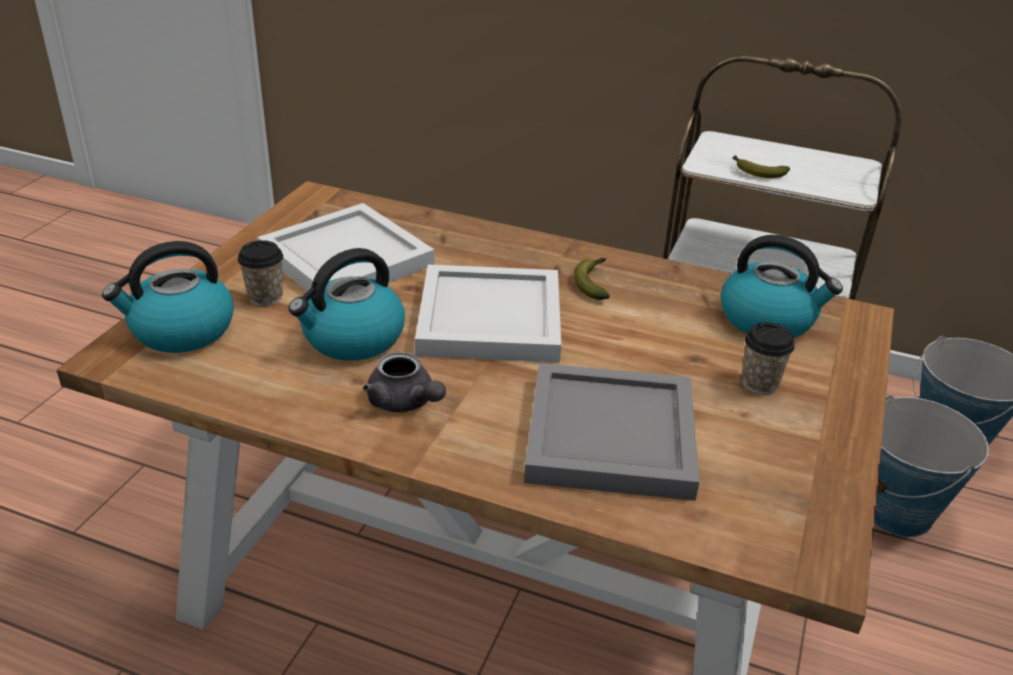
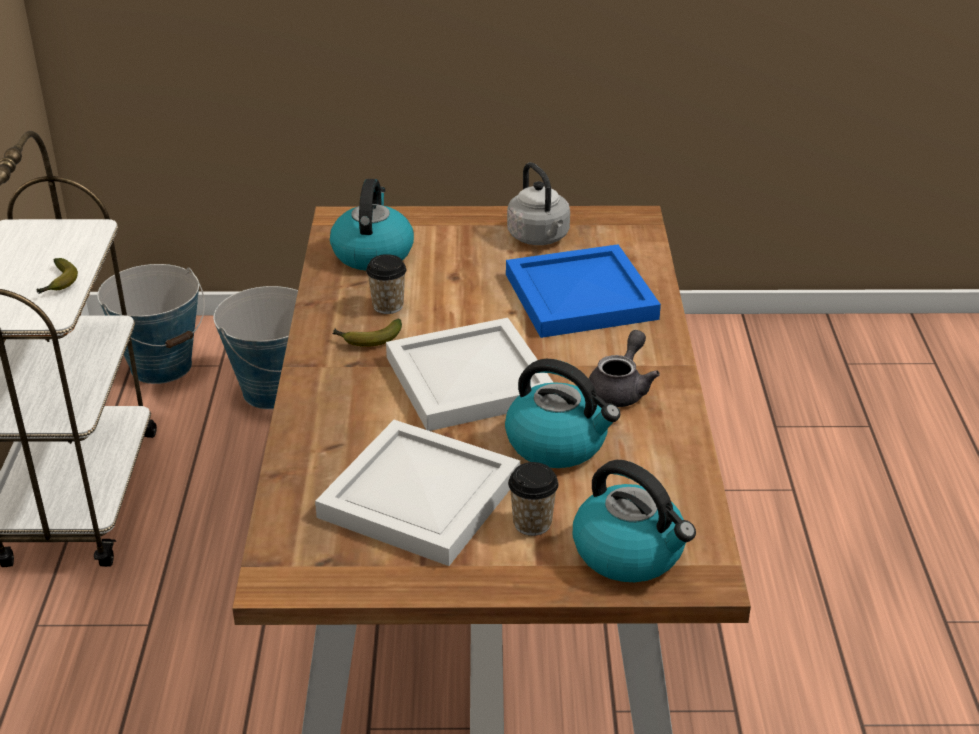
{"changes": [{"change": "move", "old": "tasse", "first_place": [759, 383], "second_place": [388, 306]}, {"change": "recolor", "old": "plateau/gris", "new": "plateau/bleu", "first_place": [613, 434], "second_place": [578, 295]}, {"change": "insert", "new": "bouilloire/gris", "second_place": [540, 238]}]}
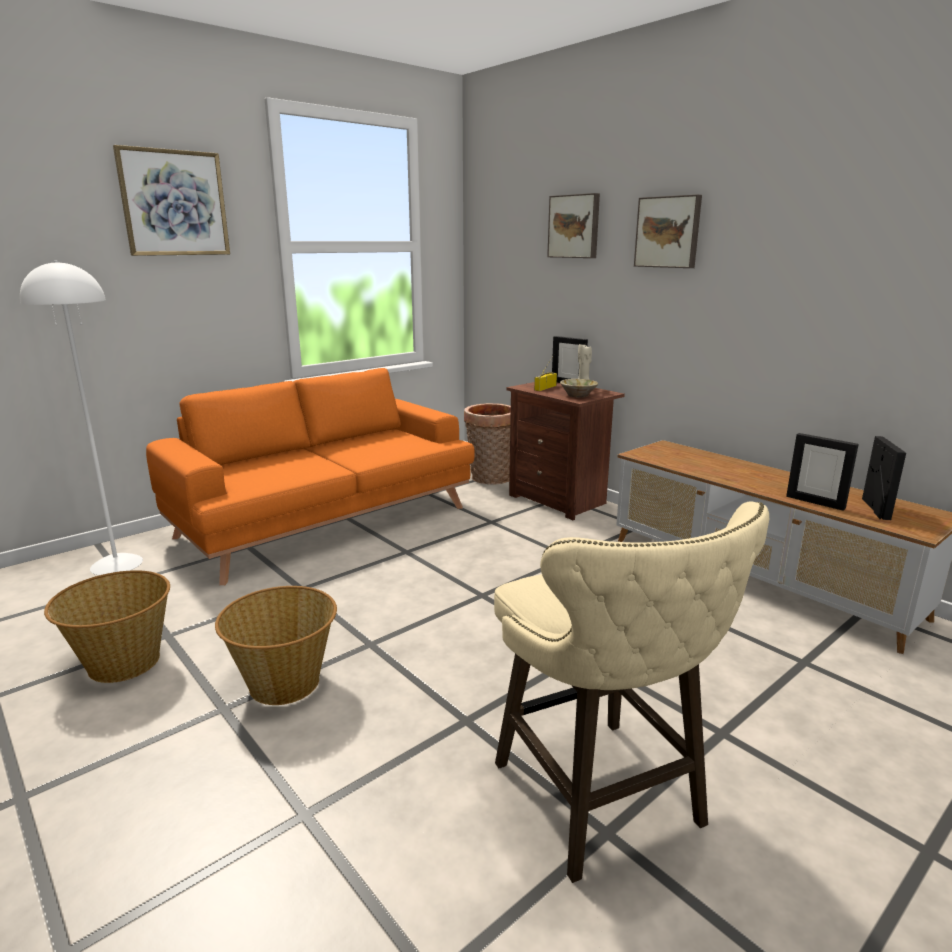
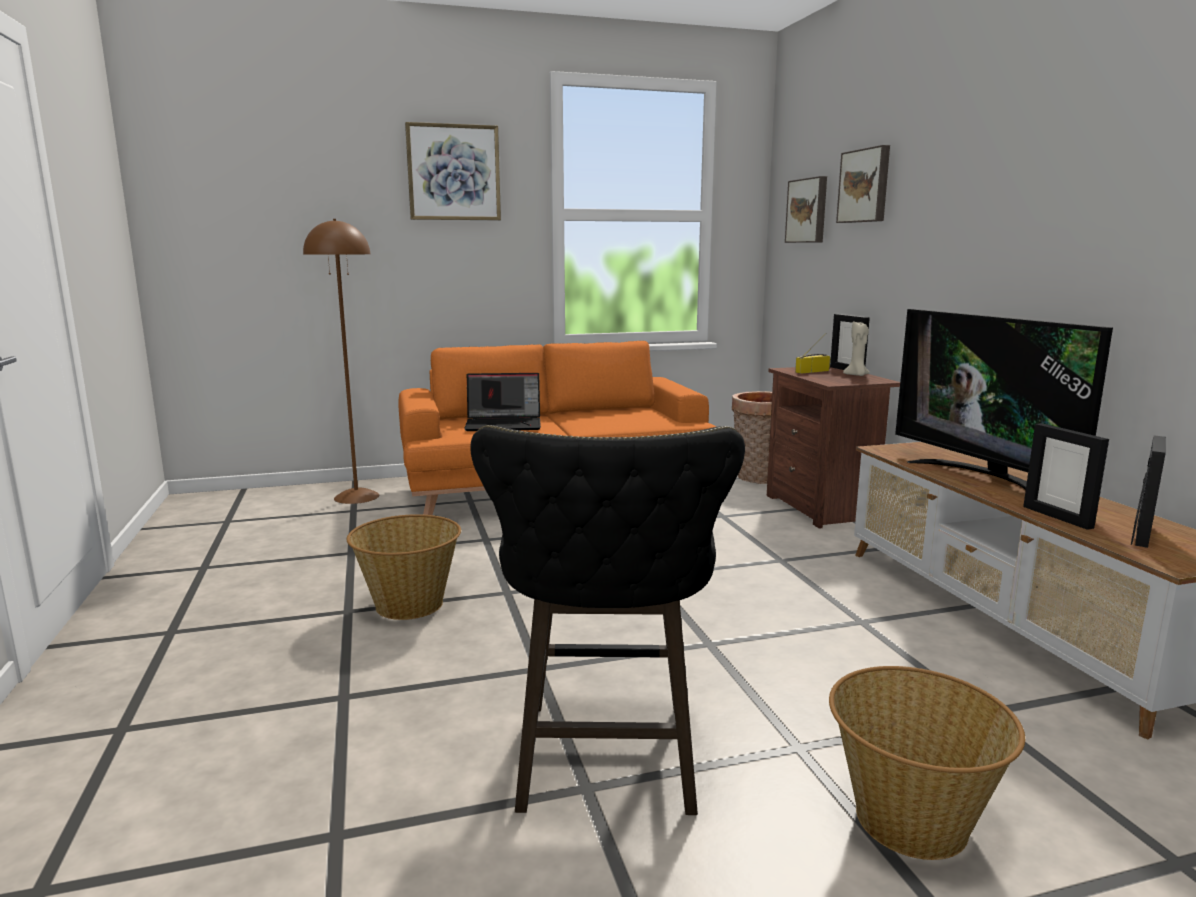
{"changes": [{"change": "recolor", "old": "lampadaire/blanc", "new": "lampadaire/marron", "first_place": [117, 564], "second_place": [357, 496]}, {"change": "insert", "new": "ordinateur portable", "second_place": [504, 424]}, {"change": "recolor", "old": "tabouret/beige", "new": "tabouret/noir", "first_place": [601, 800], "second_place": [606, 763]}, {"change": "move", "old": "tableau", "first_place": [668, 232], "second_place": [808, 211]}, {"change": "move", "old": "panier", "first_place": [123, 663], "second_place": [910, 821]}, {"change": "insert", "new": "téléviseur", "second_place": [984, 478]}, {"change": "delete", "old": "bol/beige", "first_place": [578, 395]}]}
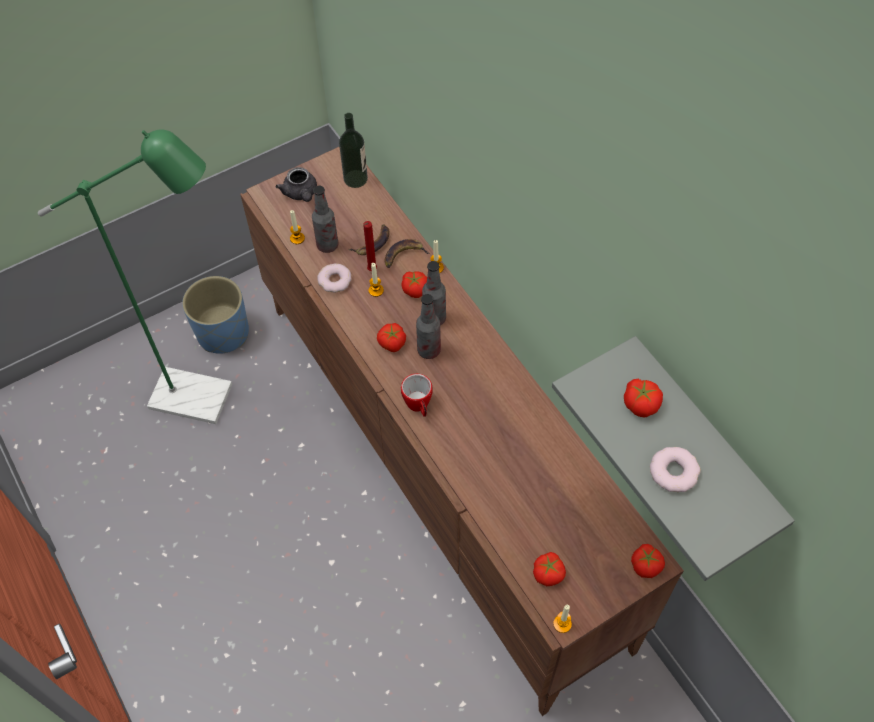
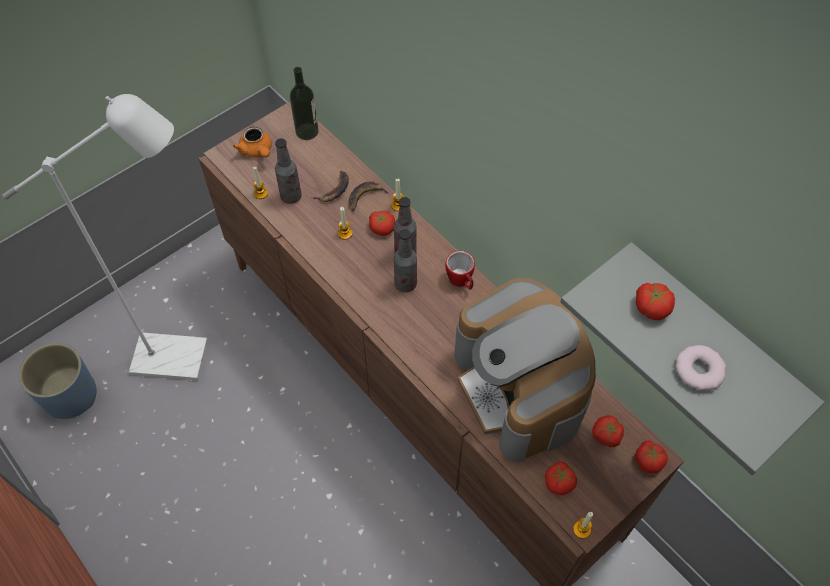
{"changes": [{"change": "recolor", "old": "lampadaire/vert", "new": "lampadaire/blanc", "first_place": [205, 399], "second_place": [184, 358]}, {"change": "move", "old": "cache-pot/bleu", "first_place": [223, 333], "second_place": [71, 395]}, {"change": "recolor", "old": "théière/gris", "new": "théière/orange", "first_place": [301, 194], "second_place": [257, 151]}, {"change": "move", "old": "mug", "first_place": [419, 406], "second_place": [461, 281]}, {"change": "insert", "new": "machine à café", "second_place": [520, 389]}, {"change": "move", "old": "tomate", "first_place": [392, 343], "second_place": [606, 435]}, {"change": "delete", "old": "beignet", "first_place": [335, 280]}, {"change": "delete", "old": "bougie/rouge", "first_place": [371, 271]}]}
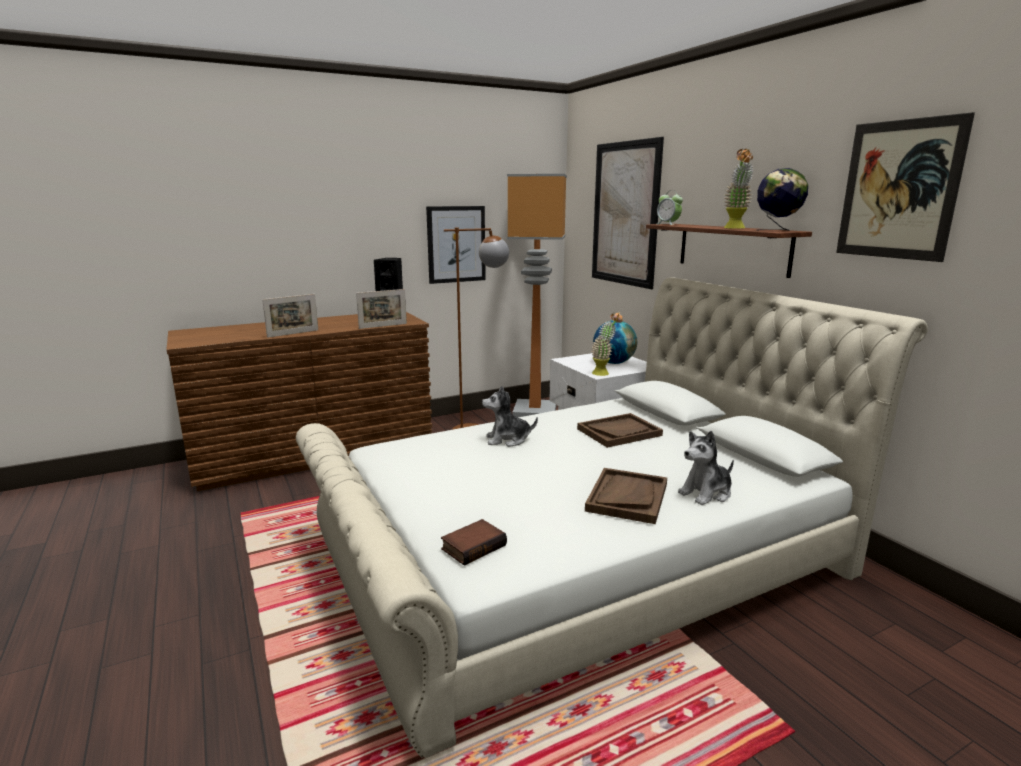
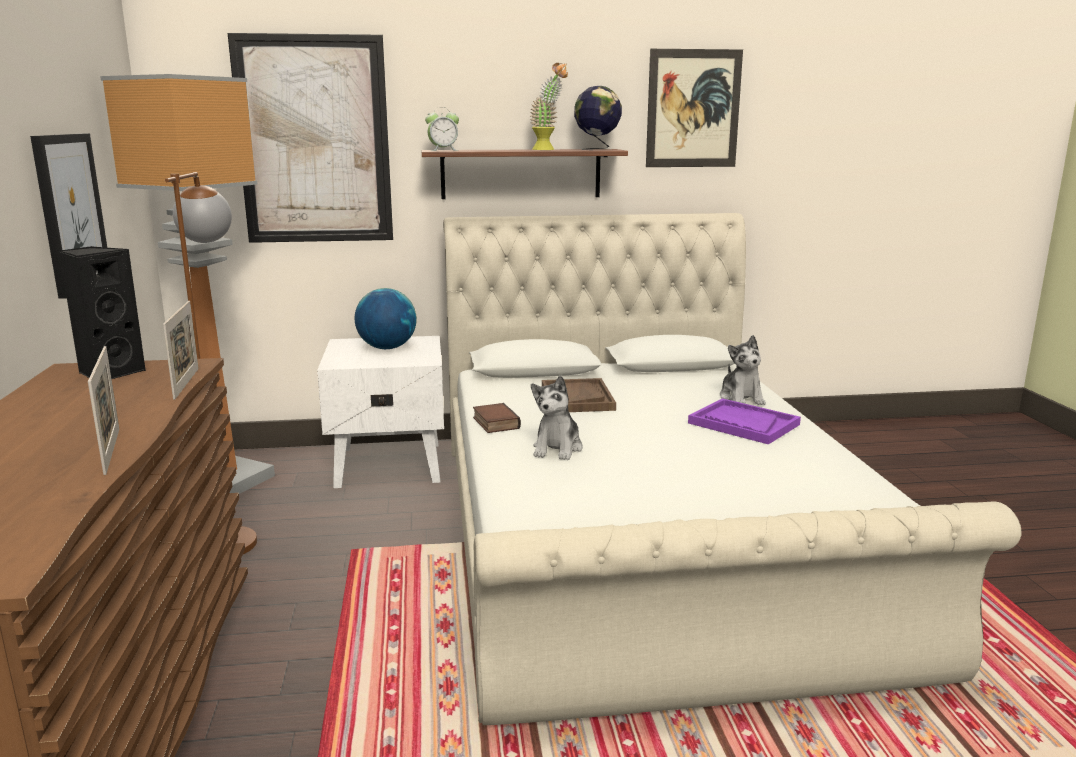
{"changes": [{"change": "move", "old": "livre", "first_place": [473, 546], "second_place": [494, 423]}, {"change": "recolor", "old": "plateau/marron", "new": "plateau/violet", "first_place": [627, 497], "second_place": [743, 424]}, {"change": "delete", "old": "plante en pot", "first_place": [604, 373]}]}
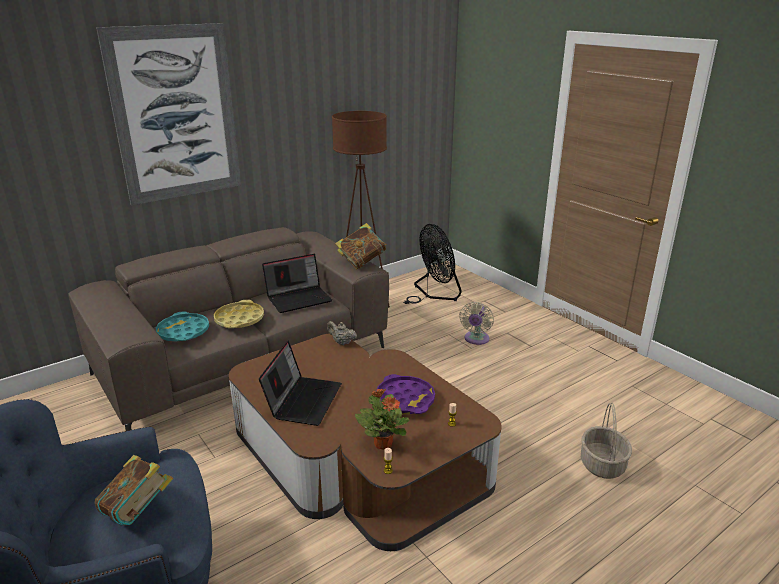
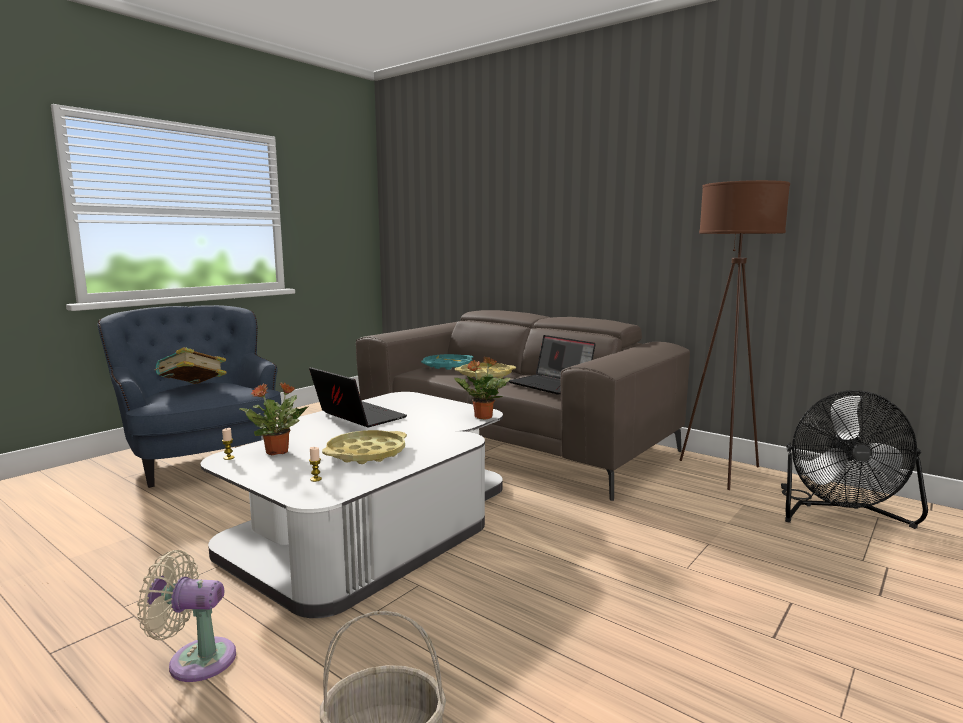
{"changes": [{"change": "move", "old": "ventilateur/beige", "first_place": [476, 339], "second_place": [196, 659]}, {"change": "recolor", "old": "table basse/marron", "new": "table basse/blanc", "first_place": [357, 453], "second_place": [374, 515]}, {"change": "rotate", "old": "ordinateur portable", "first_place": [303, 400], "second_place": [357, 417], "degrees": -135}, {"change": "recolor", "old": "plateau/violet", "new": "plateau/jaune", "first_place": [405, 400], "second_place": [366, 453]}, {"change": "replace", "old": "théière/beige", "new": "plante en pot", "first_place": [341, 342], "second_place": [482, 417]}, {"change": "rotate", "old": "ventilateur/noir", "first_place": [430, 291], "second_place": [834, 513], "degrees": 45}, {"change": "delete", "old": "tableau", "first_place": [176, 114]}, {"change": "delete", "old": "livre", "first_place": [362, 262]}]}
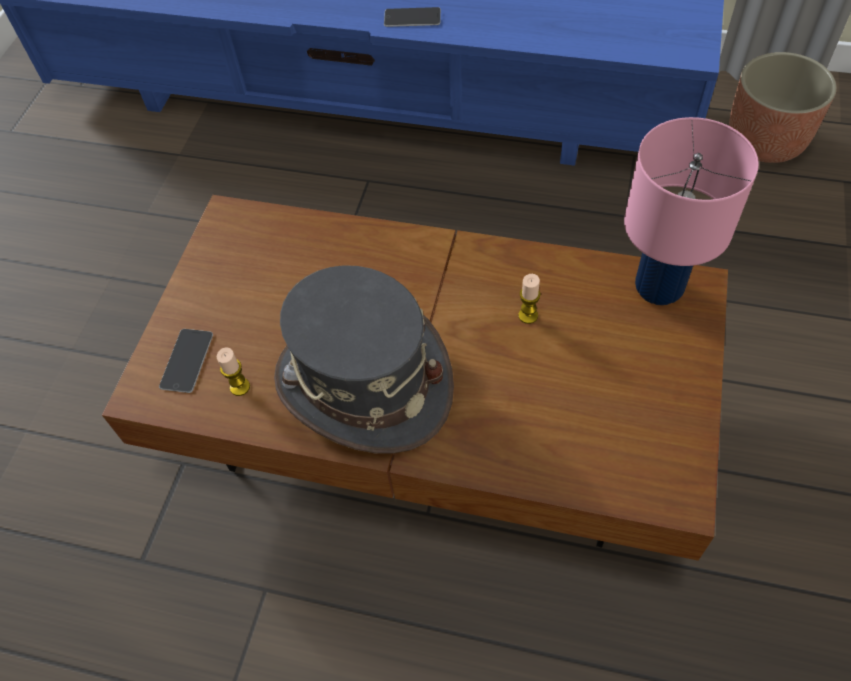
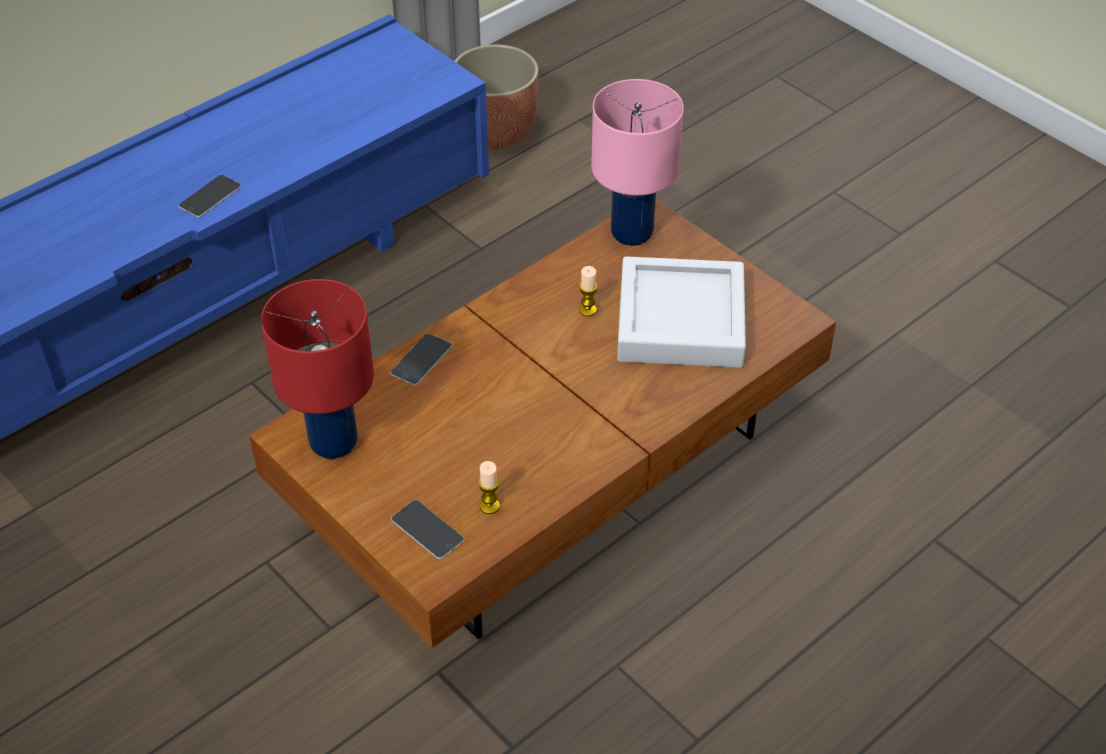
{"changes": [{"change": "insert", "new": "lampe de table/rouge", "second_place": [336, 443]}, {"change": "insert", "new": "téléphone", "second_place": [421, 359]}, {"change": "insert", "new": "plateau/gris", "second_place": [680, 322]}, {"change": "delete", "old": "chapeau/gris", "first_place": [364, 382]}]}
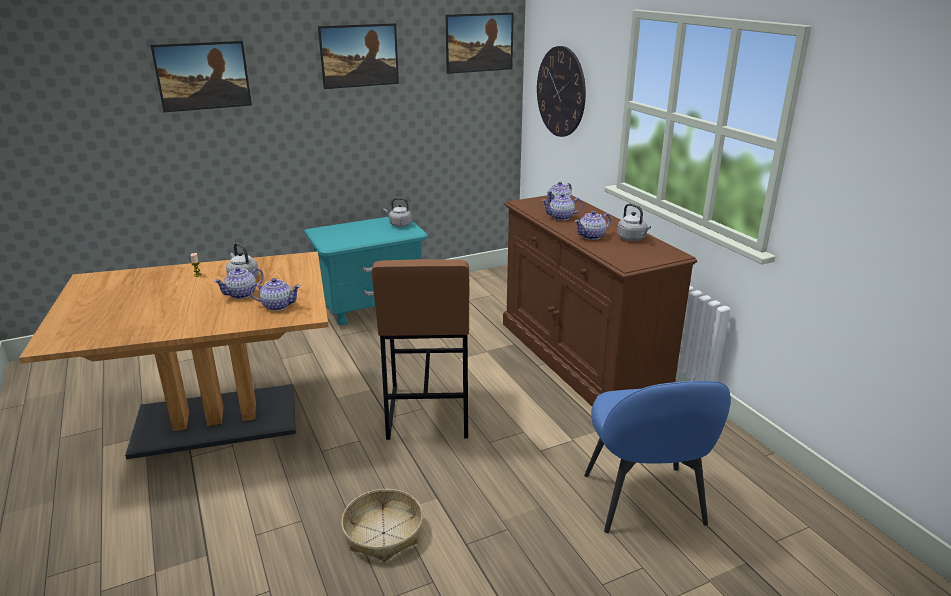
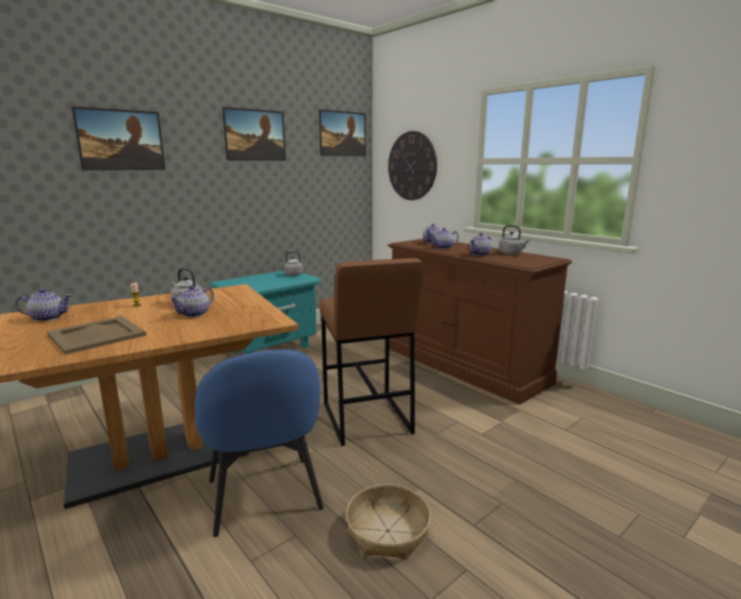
{"changes": [{"change": "move", "old": "théière", "first_place": [277, 306], "second_place": [47, 318]}, {"change": "insert", "new": "plateau/beige", "second_place": [97, 335]}, {"change": "move", "old": "chaise/bleu", "first_place": [644, 501], "second_place": [264, 497]}]}
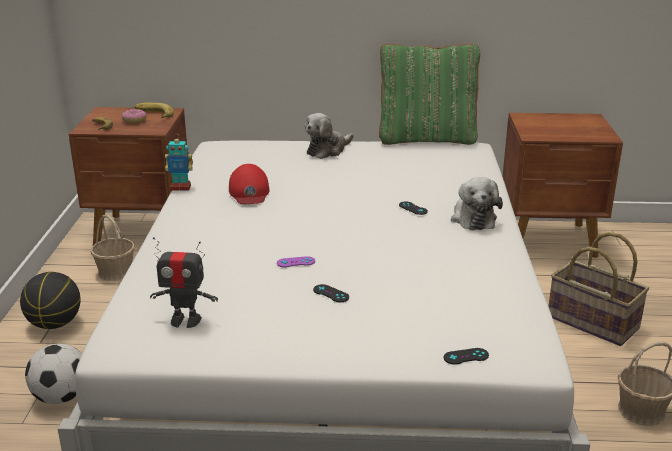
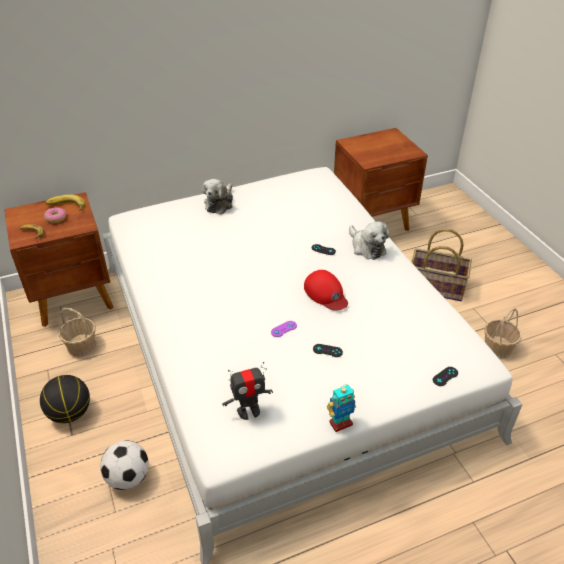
{"changes": [{"change": "move", "old": "casquette/rouge", "first_place": [249, 192], "second_place": [326, 293]}, {"change": "move", "old": "robot jouet", "first_place": [180, 187], "second_place": [340, 423]}, {"change": "delete", "old": "coussin/vert", "first_place": [427, 139]}]}
